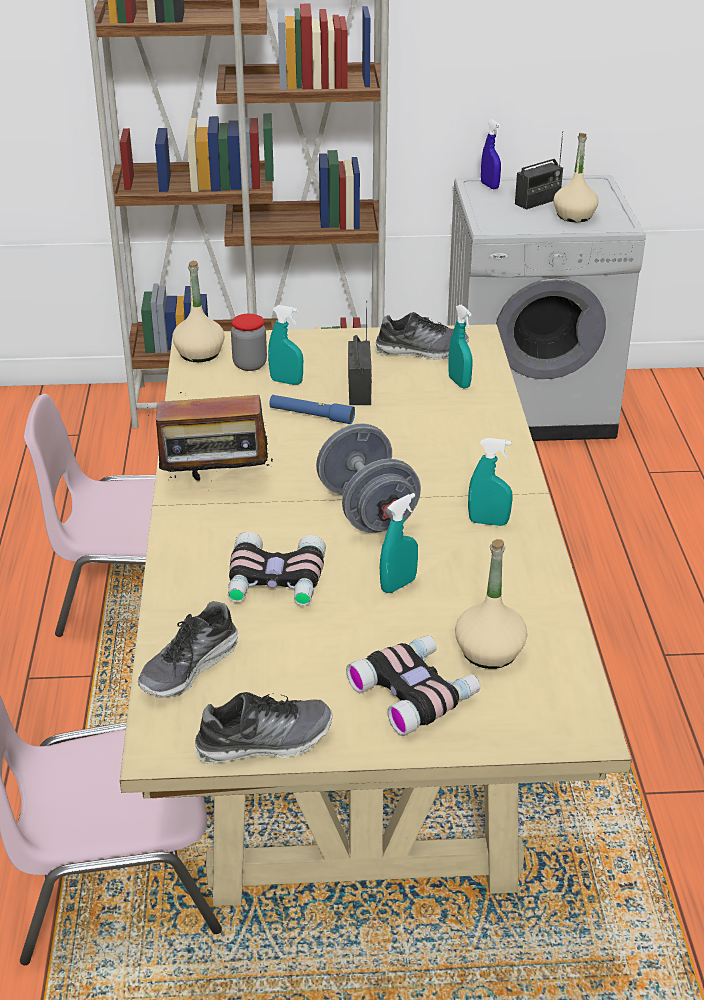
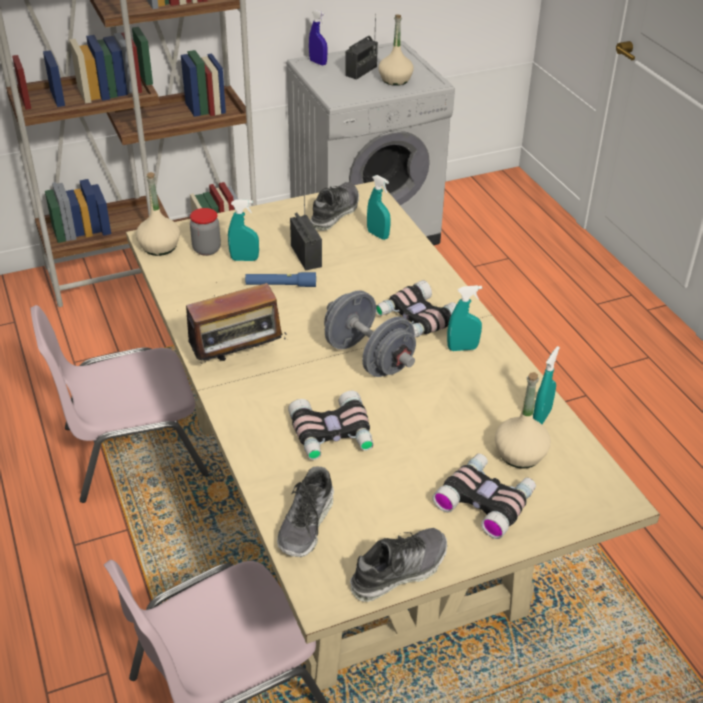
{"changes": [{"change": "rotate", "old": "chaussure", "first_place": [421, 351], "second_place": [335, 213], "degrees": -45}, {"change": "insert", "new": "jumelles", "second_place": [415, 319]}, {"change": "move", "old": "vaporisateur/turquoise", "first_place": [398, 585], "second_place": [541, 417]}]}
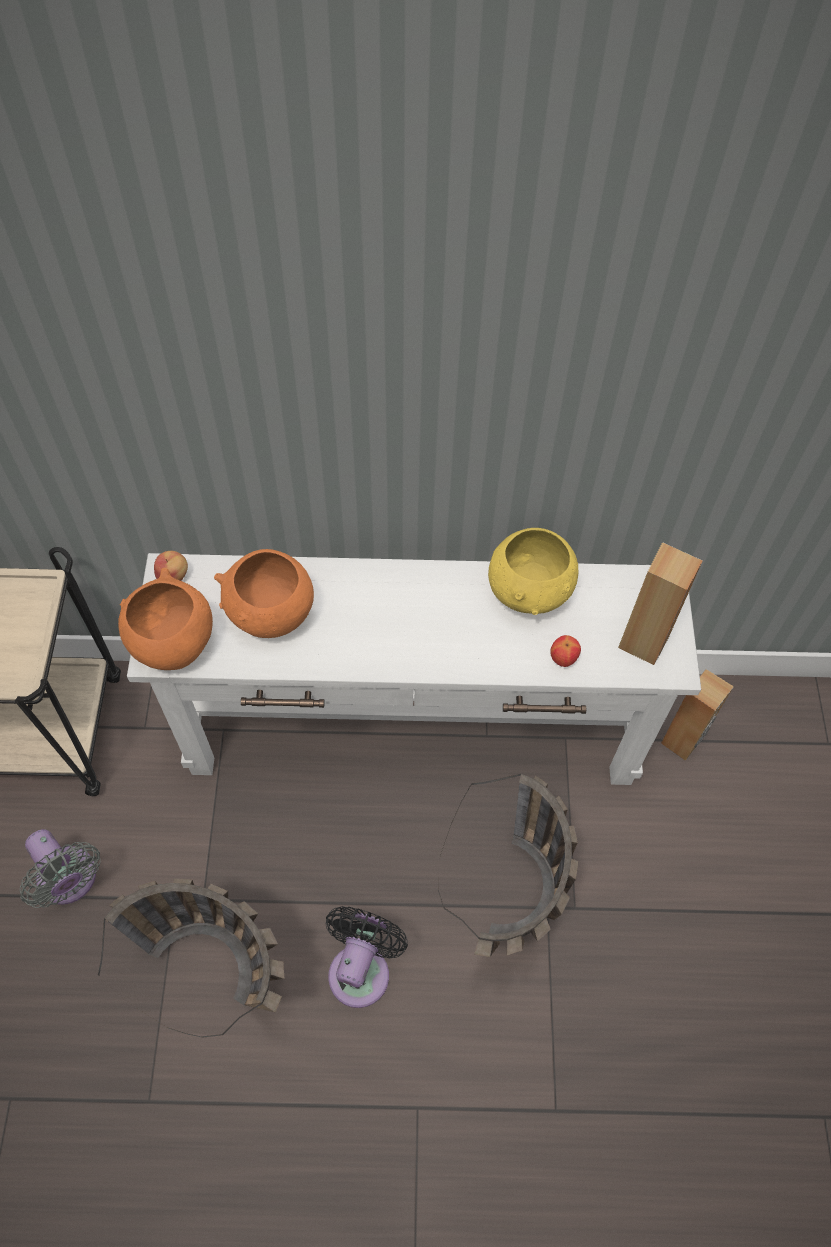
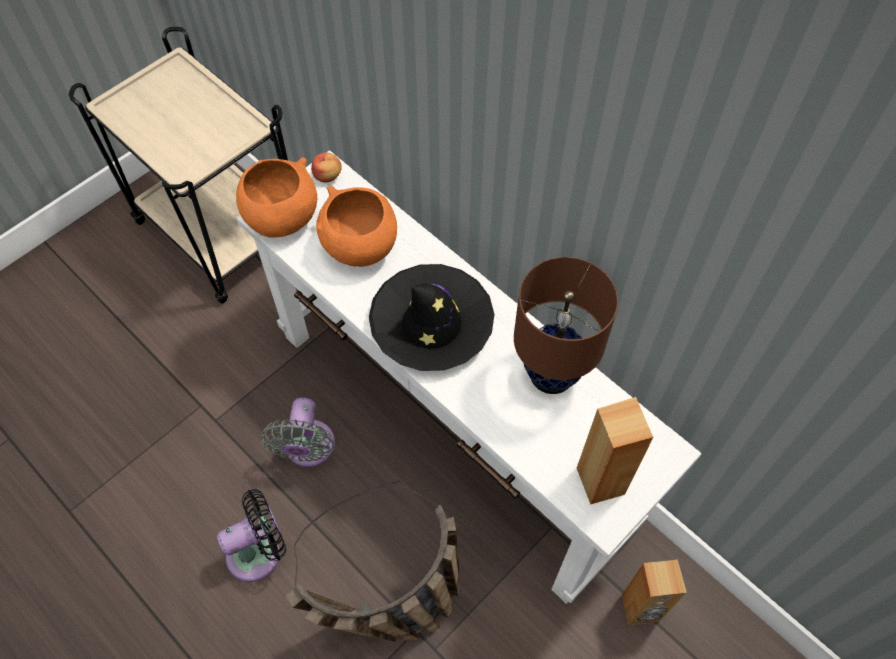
{"changes": [{"change": "move", "old": "ventilateur/gris", "first_place": [70, 881], "second_place": [308, 449]}, {"change": "insert", "new": "chapeau/noir", "second_place": [431, 324]}, {"change": "replace", "old": "bol/jaune", "new": "lampe de table/marron", "first_place": [529, 593], "second_place": [552, 374]}, {"change": "delete", "old": "panier", "first_place": [228, 974]}, {"change": "delete", "old": "pomme", "first_place": [563, 659]}]}
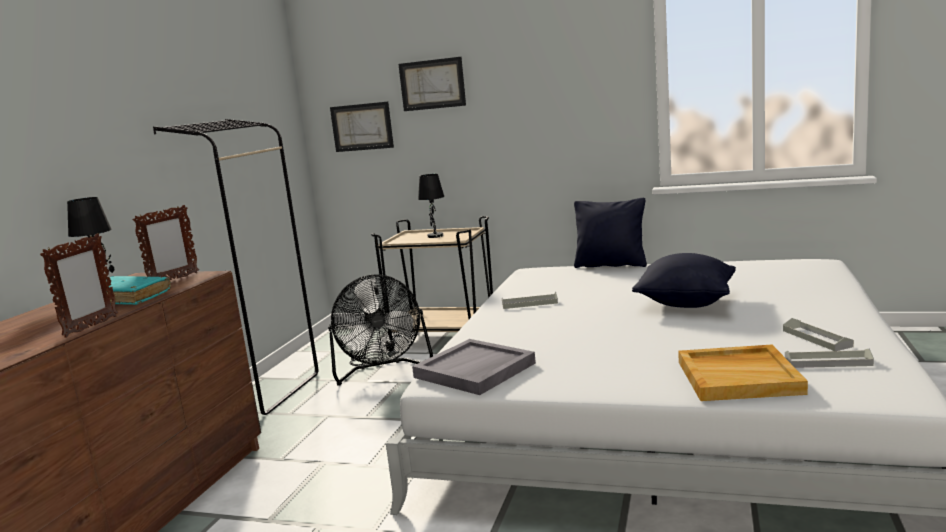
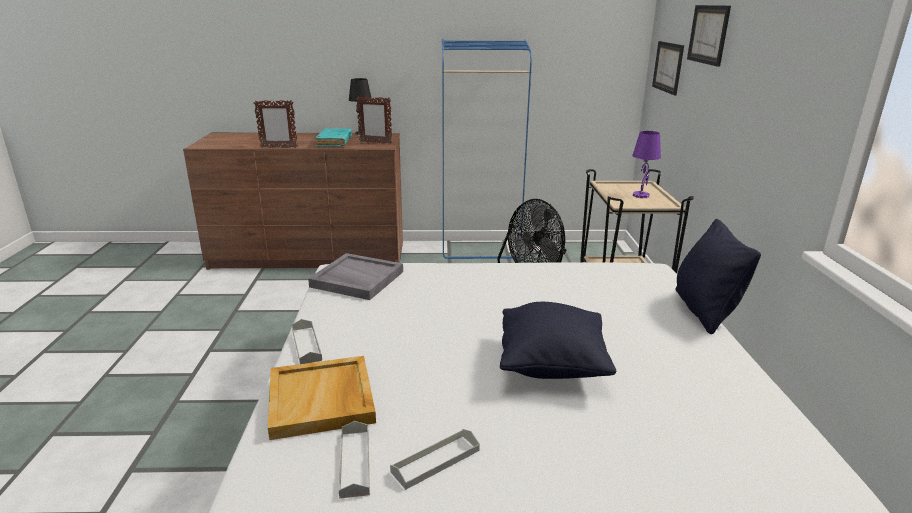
{"changes": [{"change": "move", "old": "plateau/gris", "first_place": [529, 303], "second_place": [306, 344]}, {"change": "recolor", "old": "portant/noir", "new": "portant/bleu", "first_place": [268, 392], "second_place": [481, 250]}, {"change": "recolor", "old": "lampe de table/noir", "new": "lampe de table/violet", "first_place": [435, 236], "second_place": [641, 195]}]}
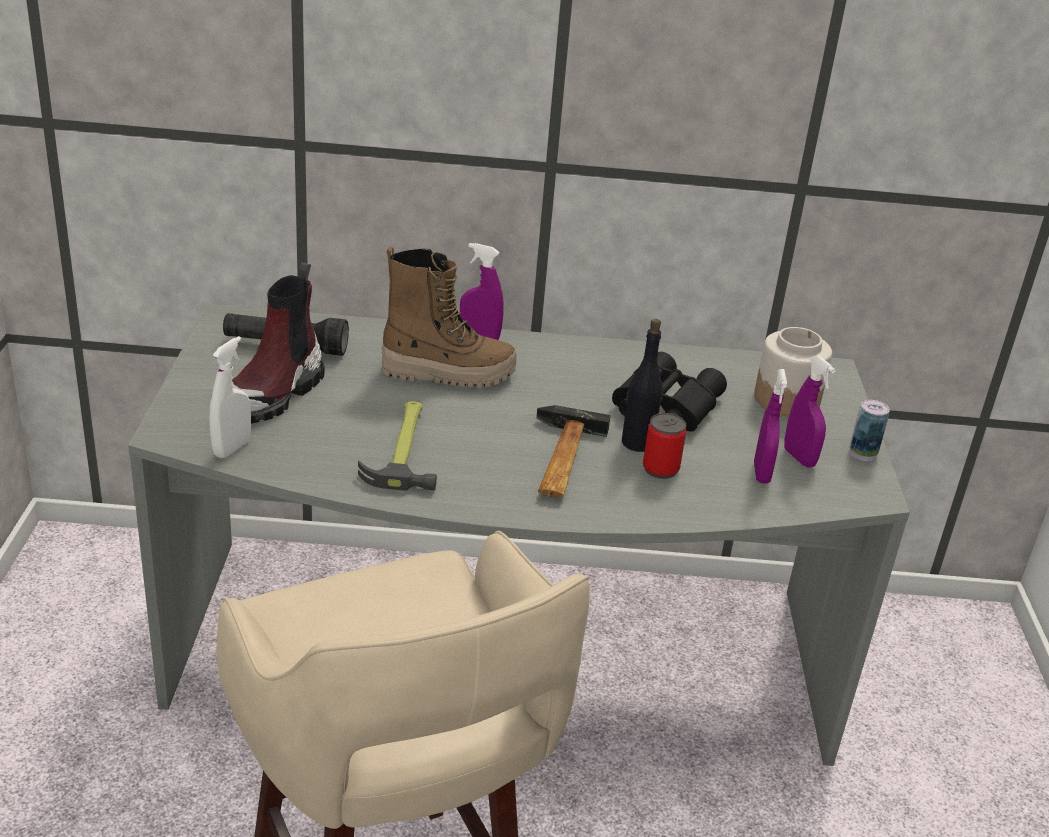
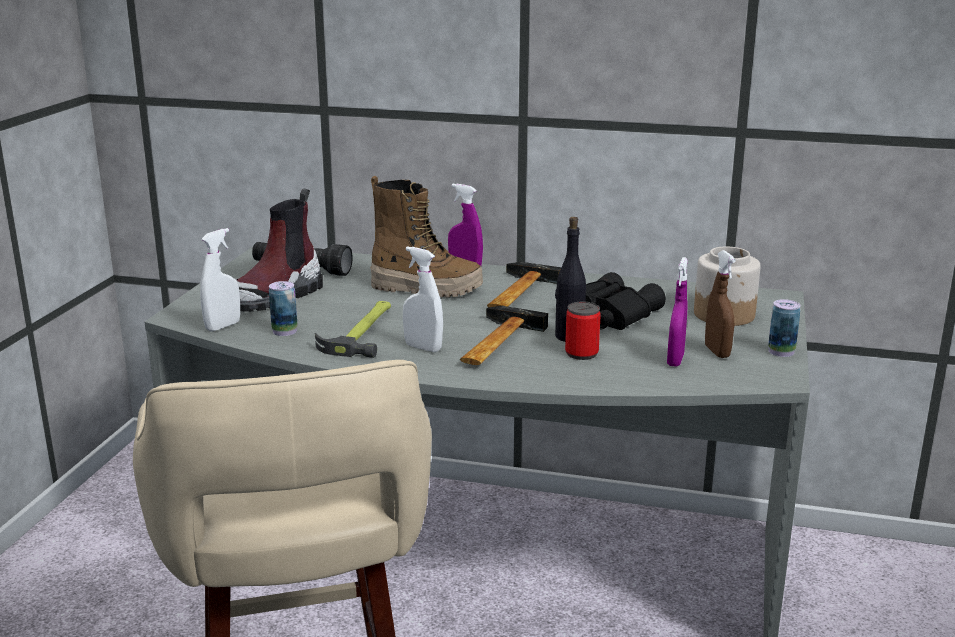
{"changes": [{"change": "insert", "new": "boîte métallique", "second_place": [284, 331]}, {"change": "insert", "new": "vaporisateur/blanc", "second_place": [423, 348]}, {"change": "insert", "new": "marteau", "second_place": [515, 294]}, {"change": "recolor", "old": "vaporisateur/violet", "new": "vaporisateur/marron", "first_place": [799, 458], "second_place": [717, 352]}]}
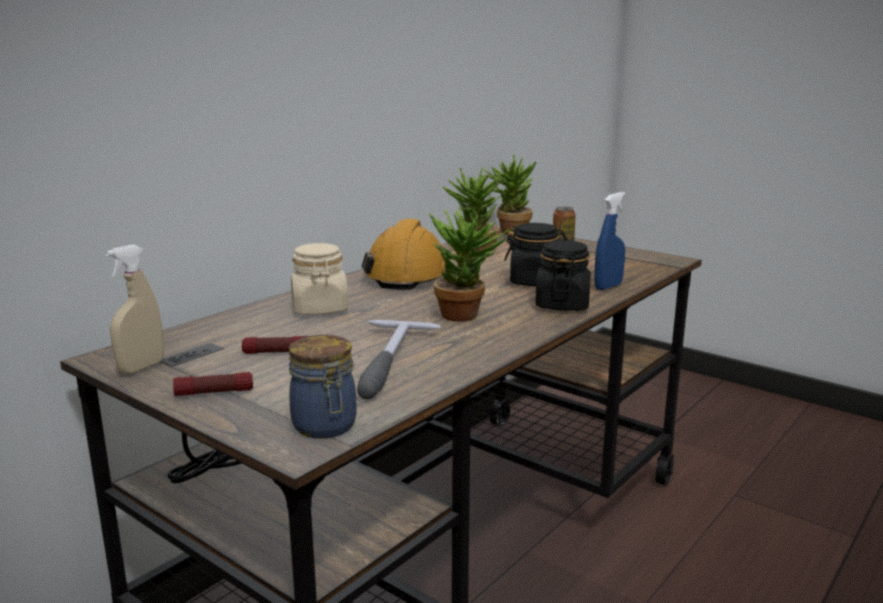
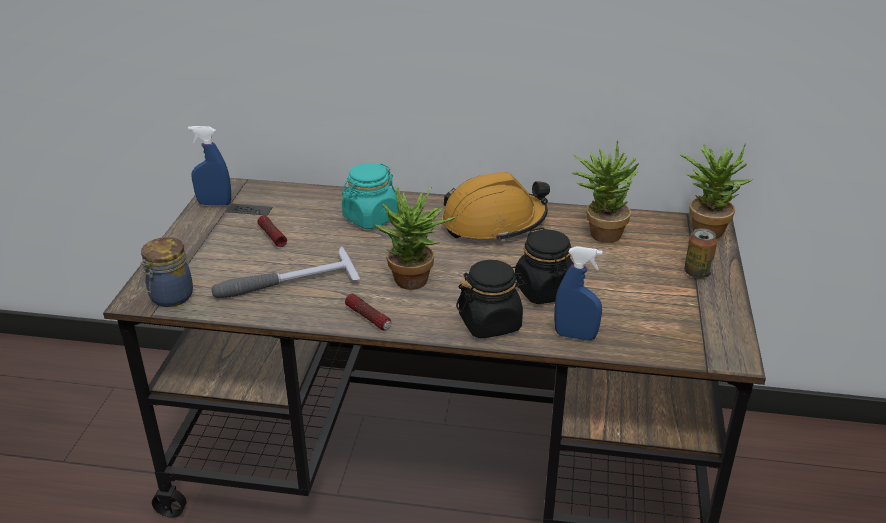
{"changes": [{"change": "recolor", "old": "vaporisateur/beige", "new": "vaporisateur/bleu", "first_place": [141, 367], "second_place": [214, 203]}, {"change": "recolor", "old": "bocal/beige", "new": "bocal/turquoise", "first_place": [320, 309], "second_place": [370, 218]}, {"change": "move", "old": "lampe de poche", "first_place": [214, 392], "second_place": [368, 318]}]}
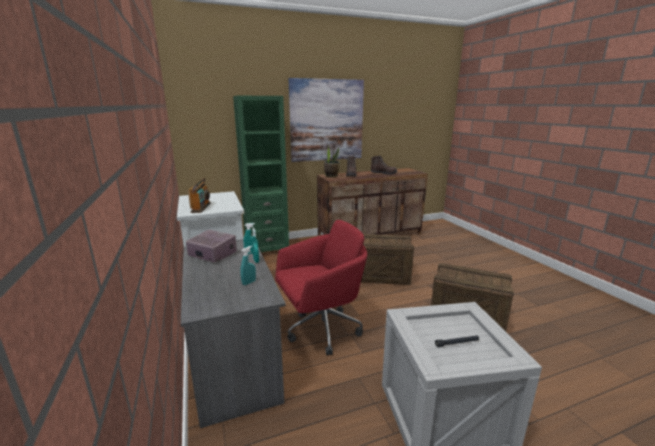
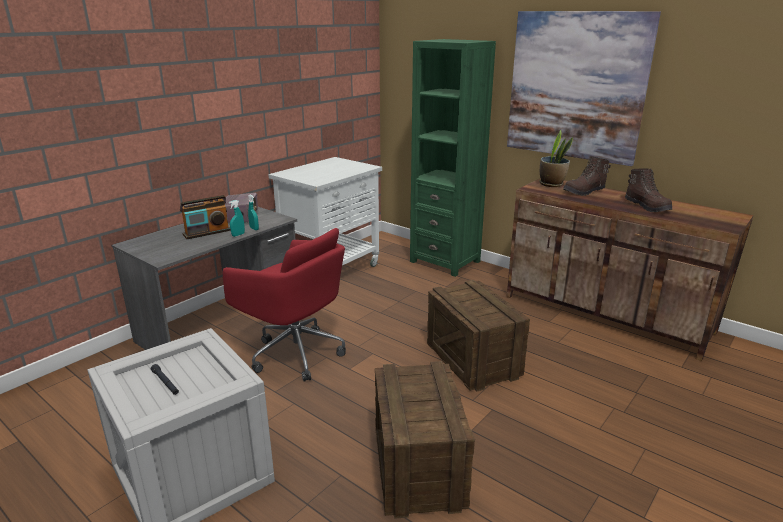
{"changes": [{"change": "move", "old": "radio", "first_place": [201, 207], "second_place": [207, 232]}, {"change": "delete", "old": "vaporisateur/turquoise", "first_place": [249, 282]}]}
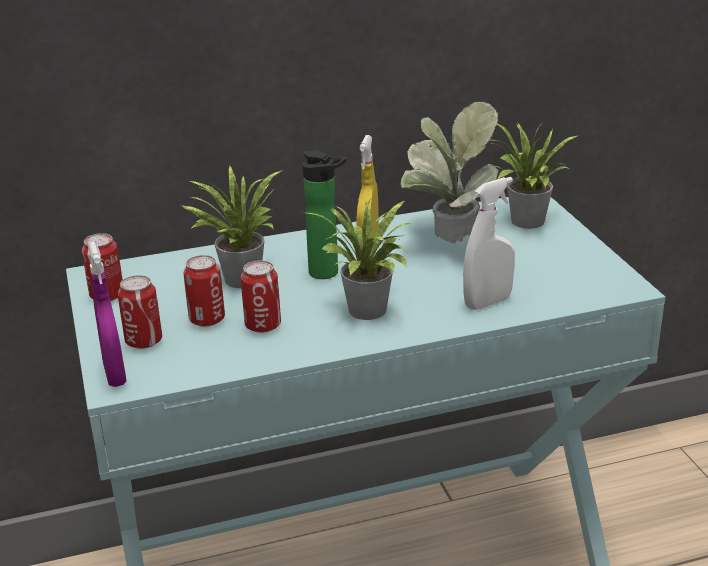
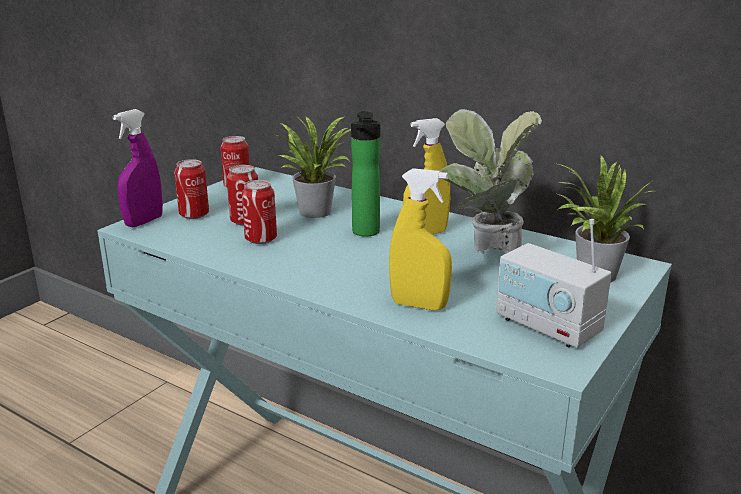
{"changes": [{"change": "recolor", "old": "vaporisateur/blanc", "new": "vaporisateur/jaune", "first_place": [487, 302], "second_place": [419, 305]}, {"change": "insert", "new": "radio", "second_place": [547, 326]}, {"change": "delete", "old": "plante en pot", "first_place": [367, 313]}]}
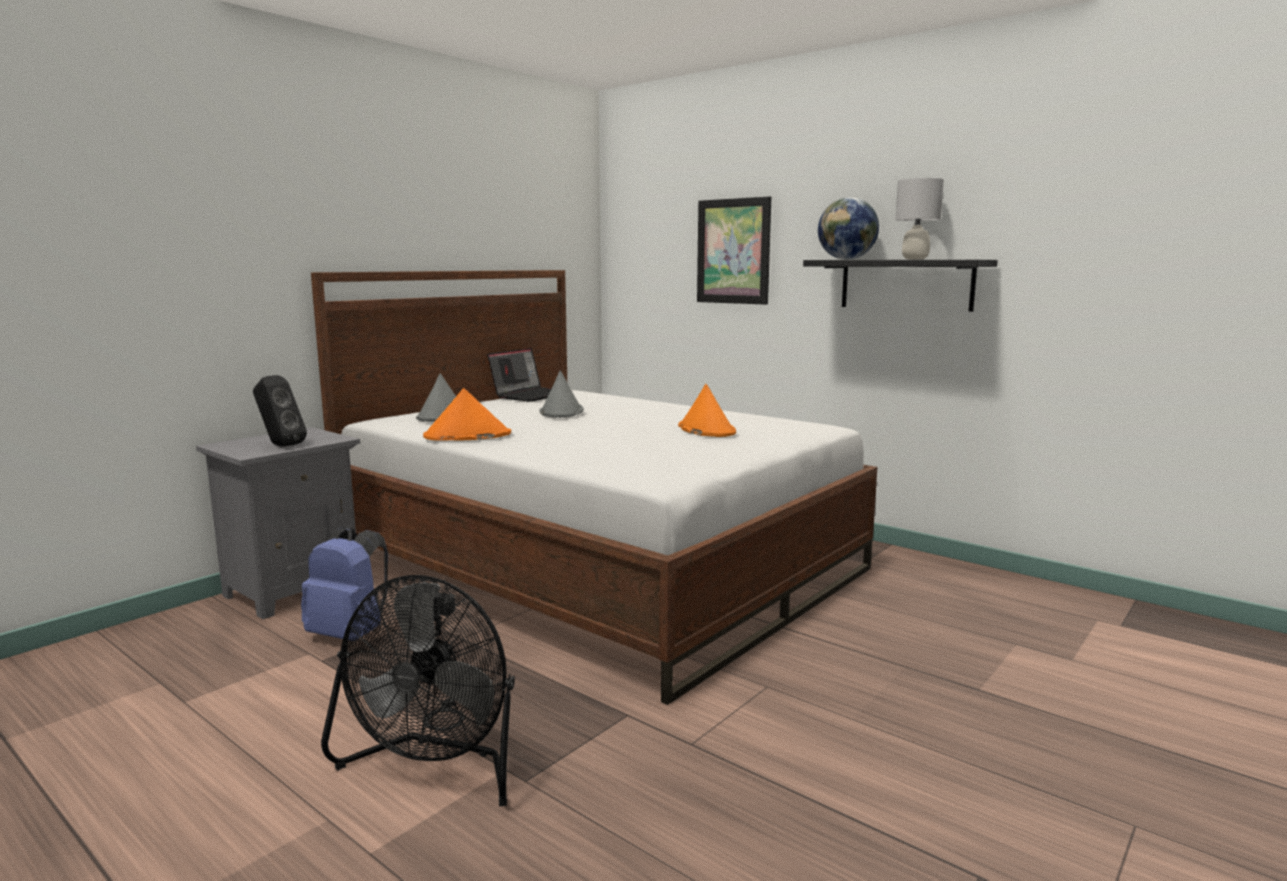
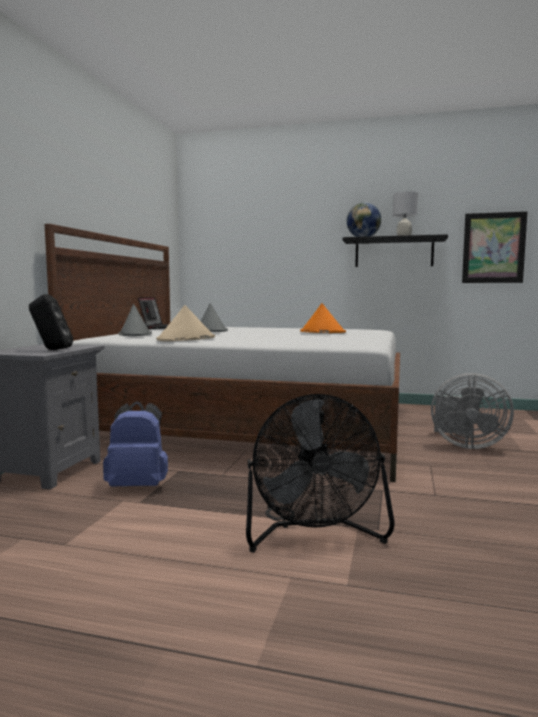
{"changes": [{"change": "recolor", "old": "chapeau/orange", "new": "chapeau/beige", "first_place": [467, 436], "second_place": [186, 339]}, {"change": "insert", "new": "ventilateur/gris", "second_place": [465, 445]}, {"change": "move", "old": "tableau", "first_place": [733, 251], "second_place": [493, 248]}]}
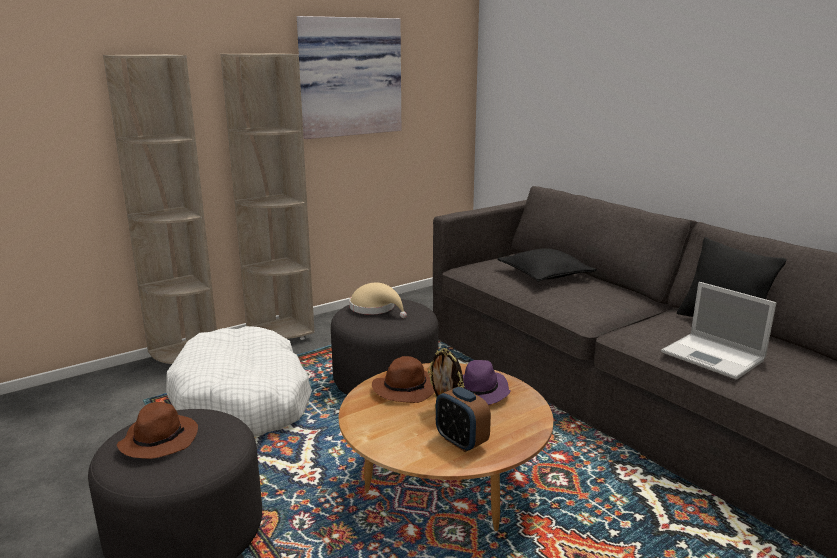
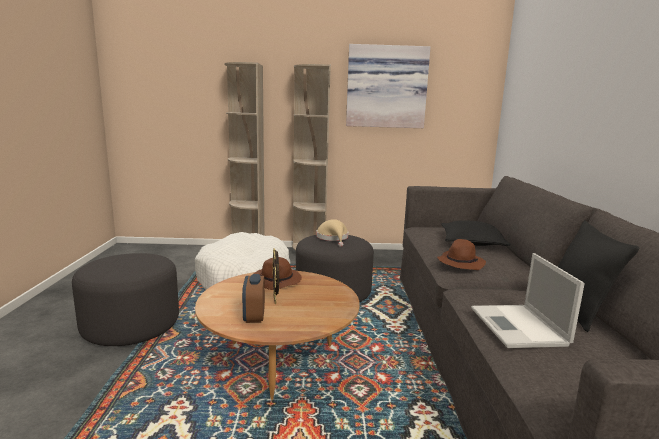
{"changes": [{"change": "move", "old": "chapeau/marron", "first_place": [159, 440], "second_place": [460, 263]}, {"change": "delete", "old": "chapeau/violet", "first_place": [480, 393]}]}
